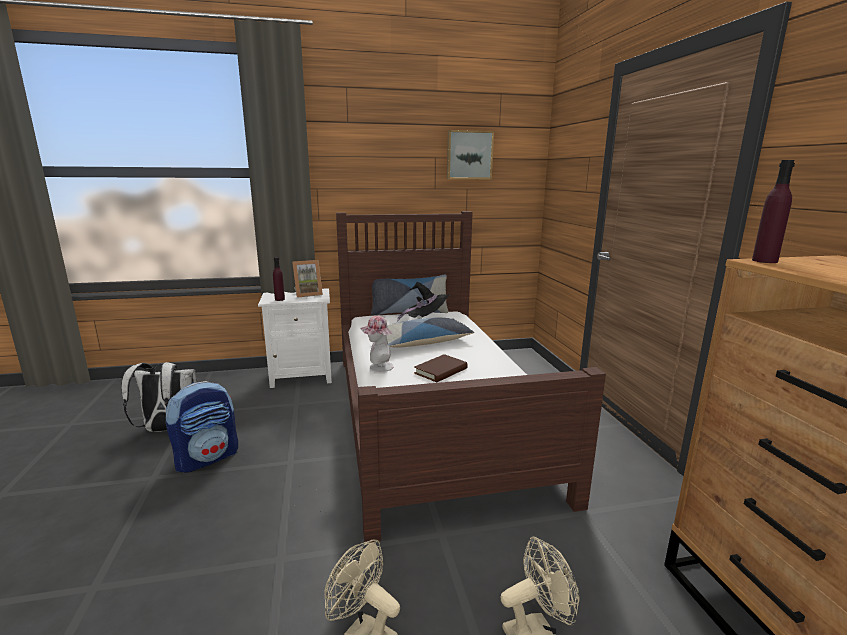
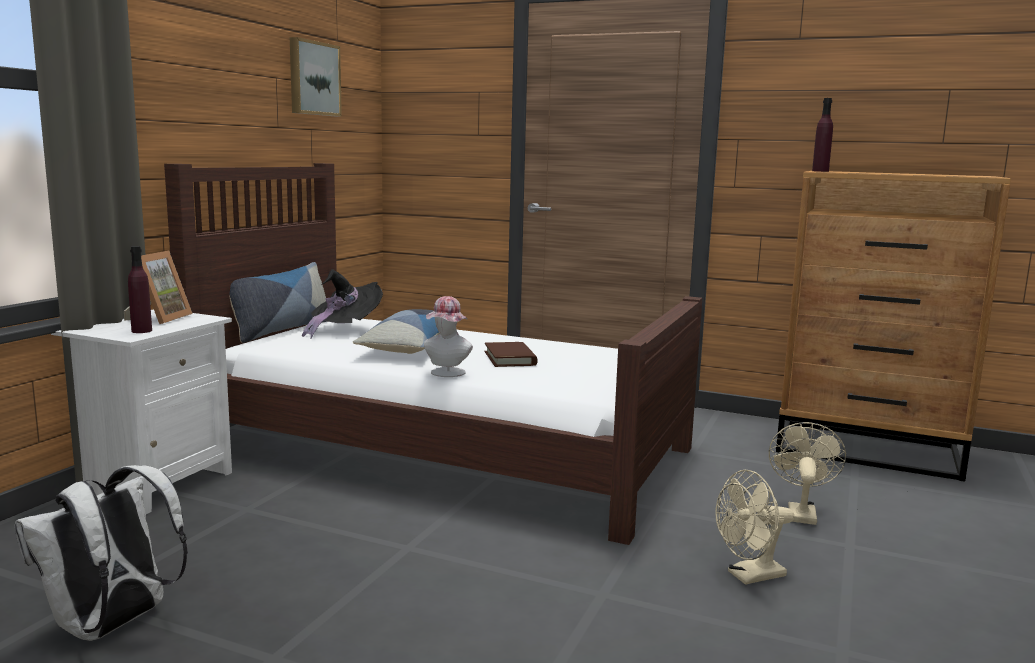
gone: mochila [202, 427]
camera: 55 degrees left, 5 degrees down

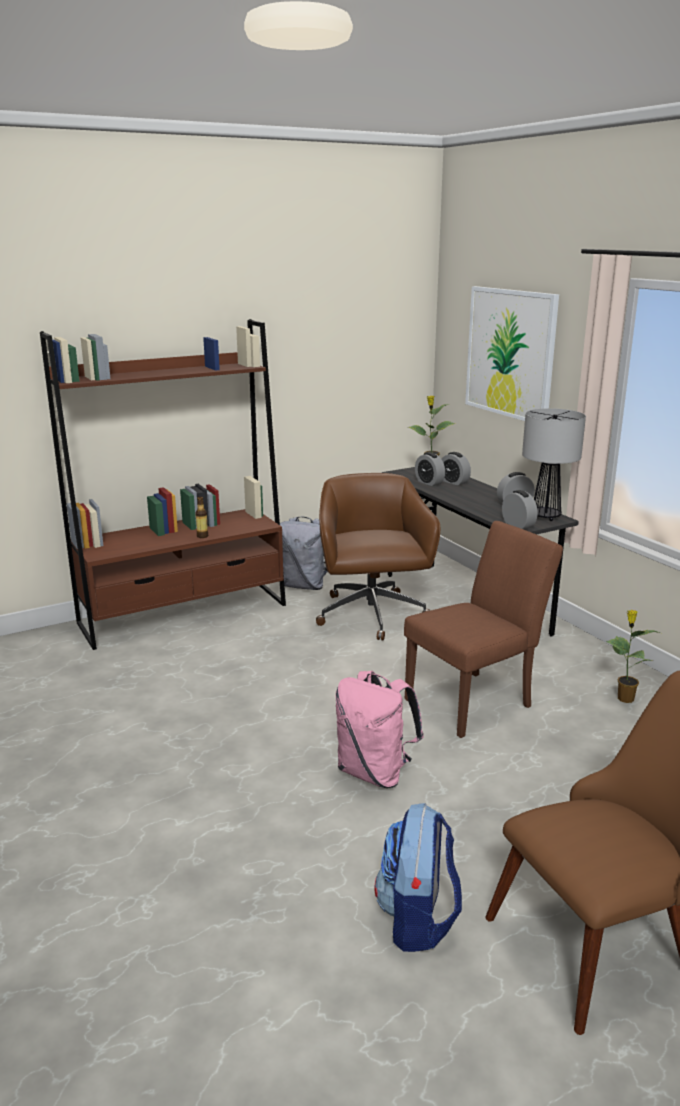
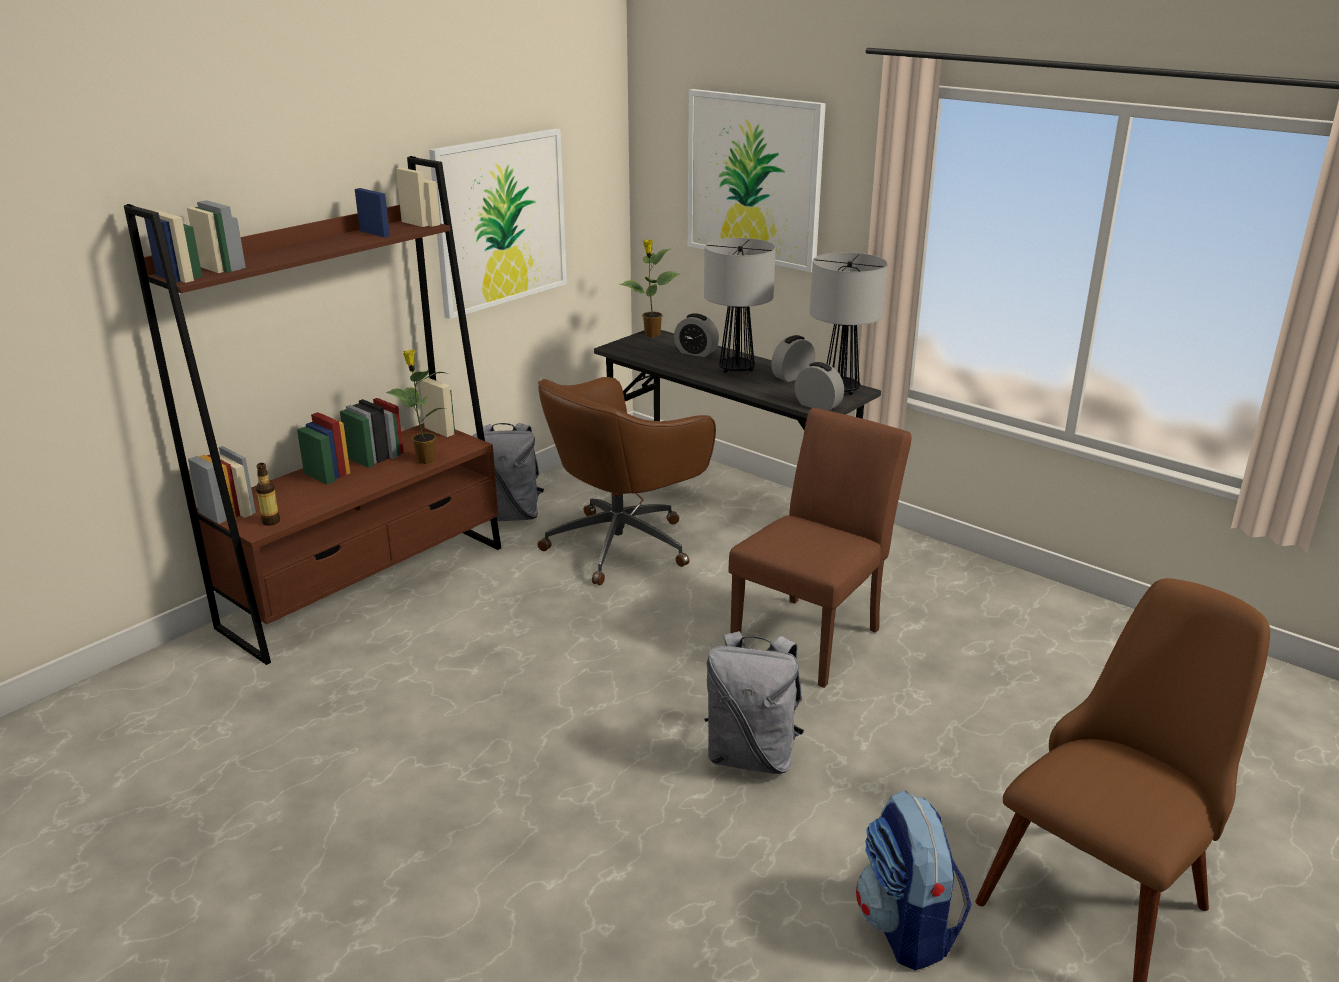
gone: despertador [430, 469]
new: cuadro [498, 224]; lámpara de mesa [740, 305]
shifted: botella [201, 517] to [268, 494]; planta en maceta [632, 656] to [417, 407]
repainted: mochila/rosa [380, 729] to mochila/gris [754, 702]
rotated: silla de oficina/marrón [378, 556] = [626, 481] 105 degrees counterclockwise
camera: 20 degrees left, 5 degrees up

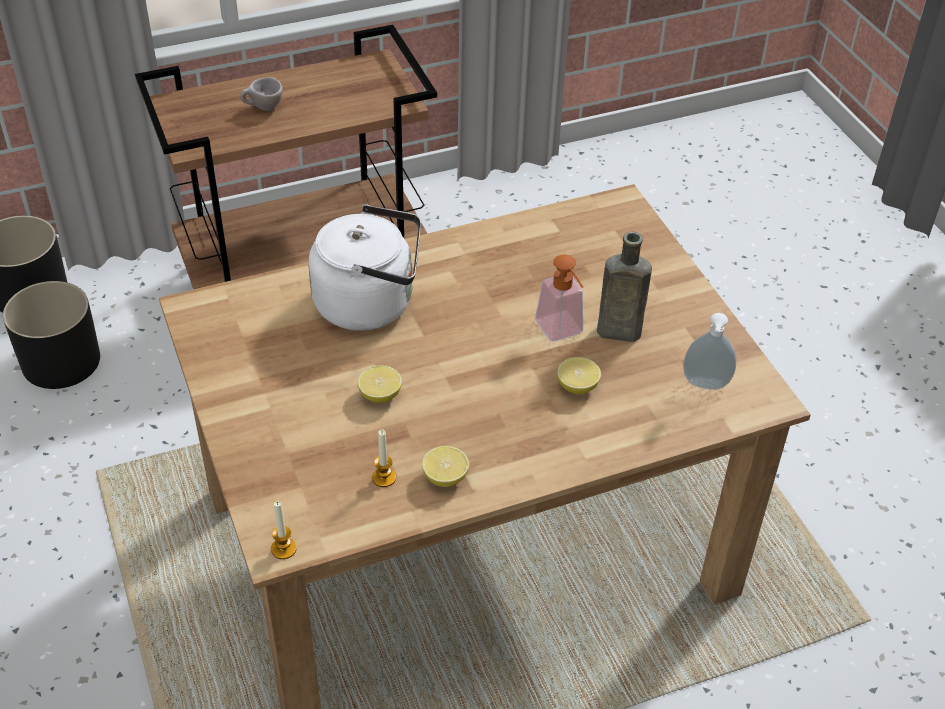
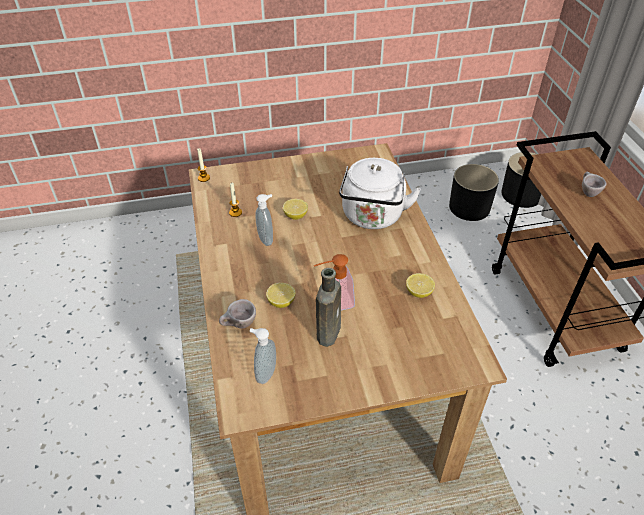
new: dispensador de jabón [264, 220]; taza/beis [237, 313]
shifted: limón [445, 466] to [420, 285]
camera: 100 degrees right, 0 degrees up

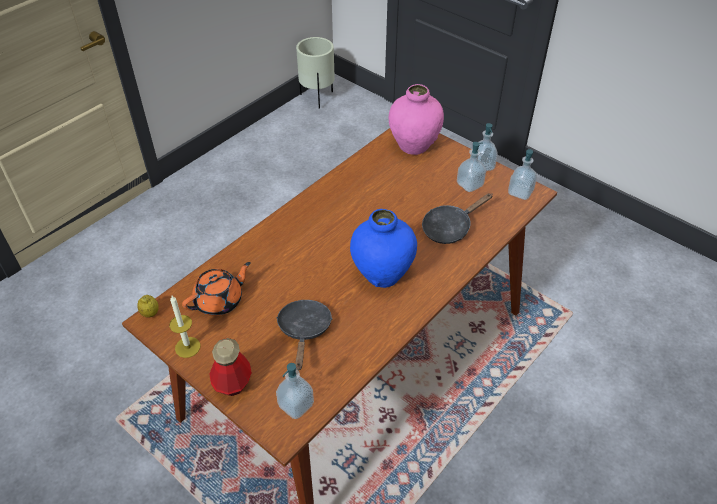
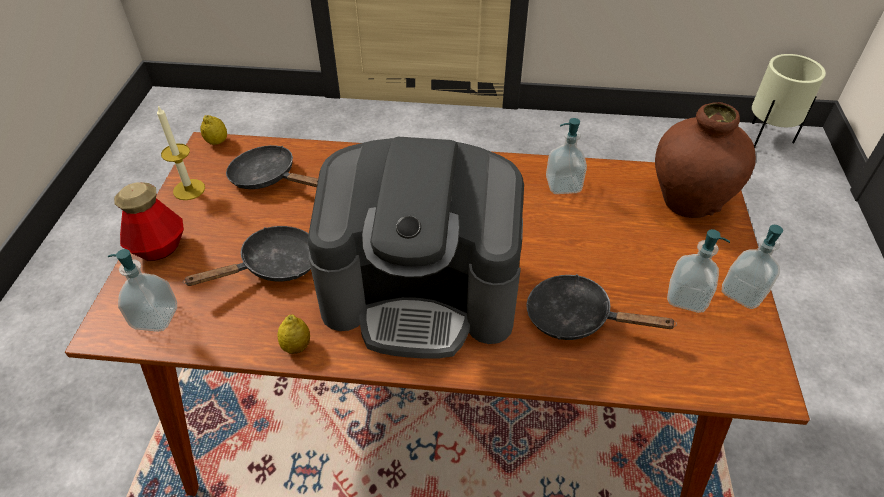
new: limón [293, 334]
shifted: dispensador de jabón [522, 174] to [566, 156]
swapped: florero/azul [383, 248] to cafetera [416, 248]; tetera/naranja [216, 289] to sartén/negro [272, 167]
repainted: florero/rosa [416, 119] to florero/marrón [705, 160]
camera: 55 degrees right, 0 degrees up

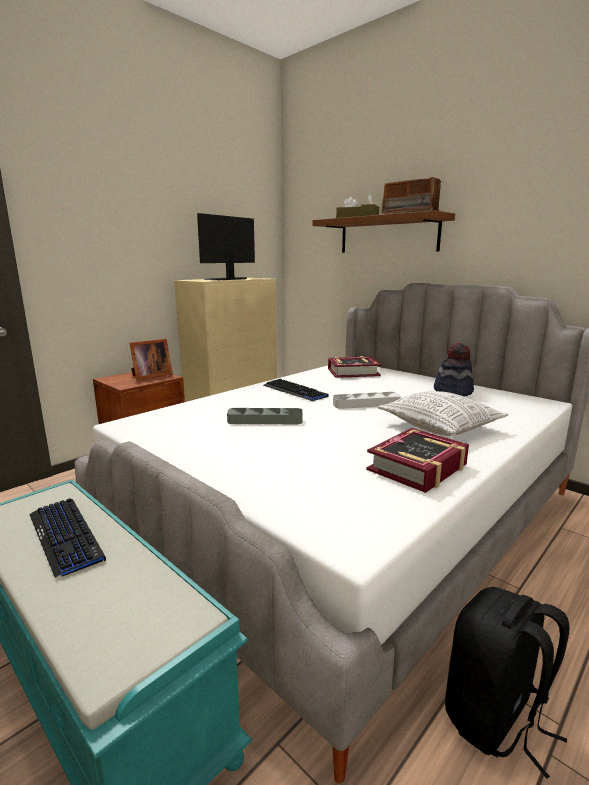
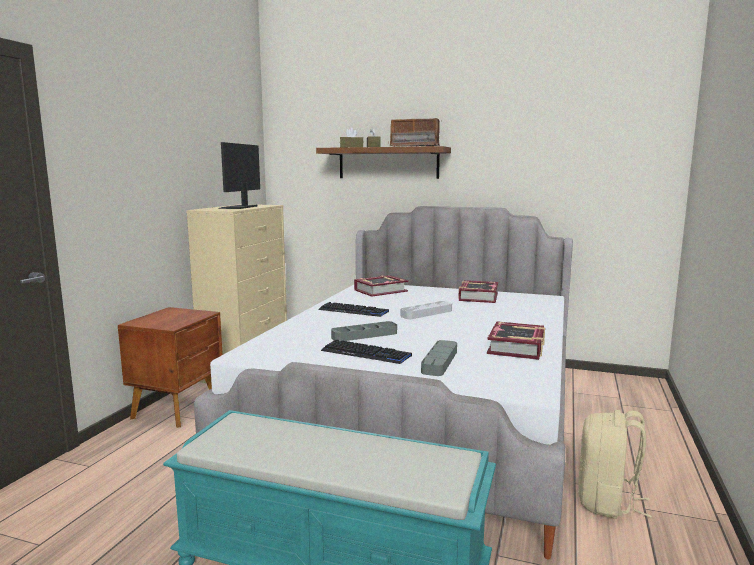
gone: portarretratos [151, 359]; cojín [443, 413]
new: bandeja/gris [439, 358]
shifted: teclado [67, 538] to [366, 351]
swapped: sombrero [454, 369] to libro [478, 291]
repainted: mochila/negro [507, 683] to mochila/beis [615, 464]
camera: 25 degrees left, 5 degrees down

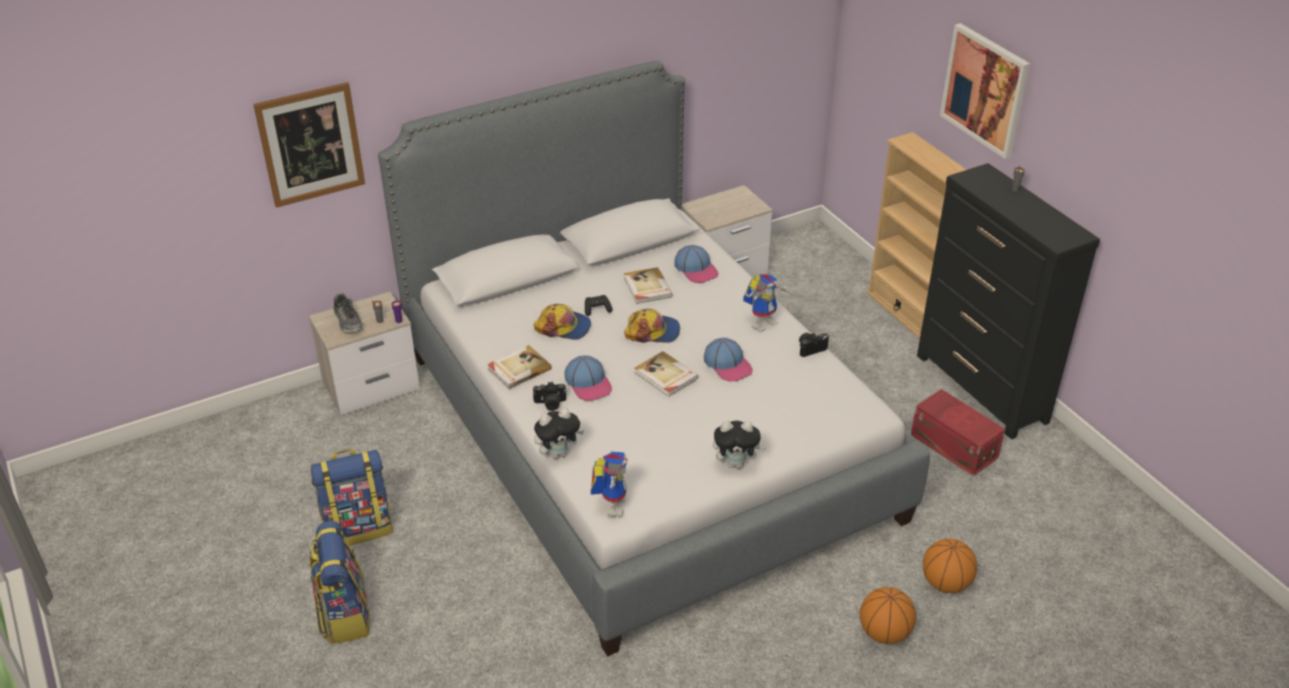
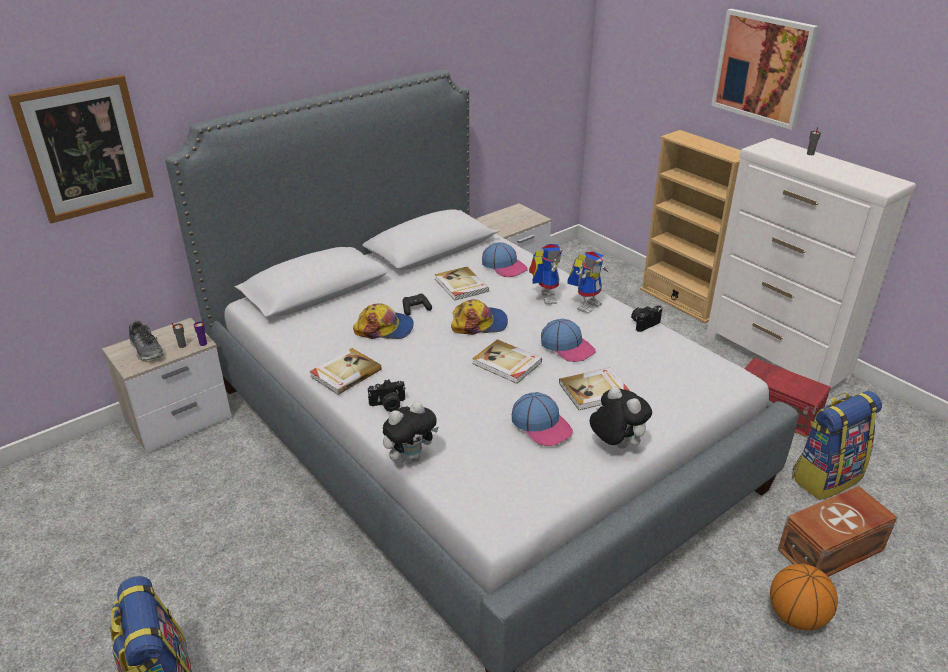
new: libro [594, 388]
shifted: gorra [588, 378] to [542, 419]; mochila [352, 497] to [837, 445]; robot de juguete [609, 484] to [546, 274]
swapped: balón de baloncesto [950, 566] to caja de almacenaje/marrón [838, 531]
repainted: cómoda/negro [1008, 301] to cómoda/blanco [811, 263]
rotated: peluche [739, 444] = [620, 418] 120 degrees counterclockwise
camera: 10 degrees left, 5 degrees down

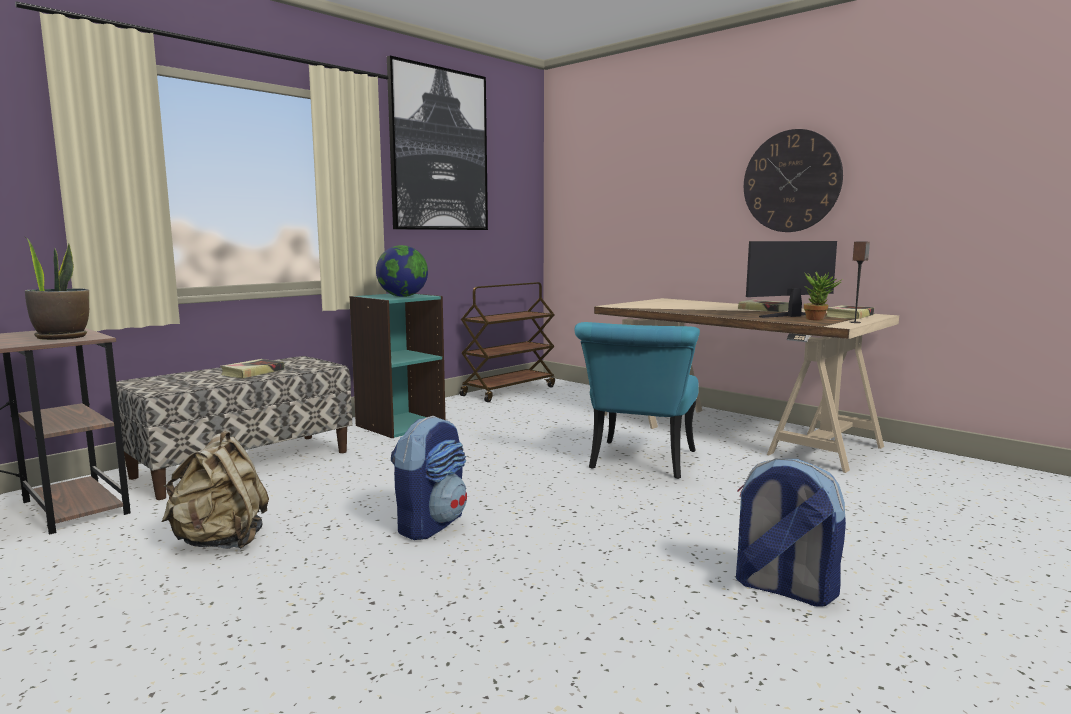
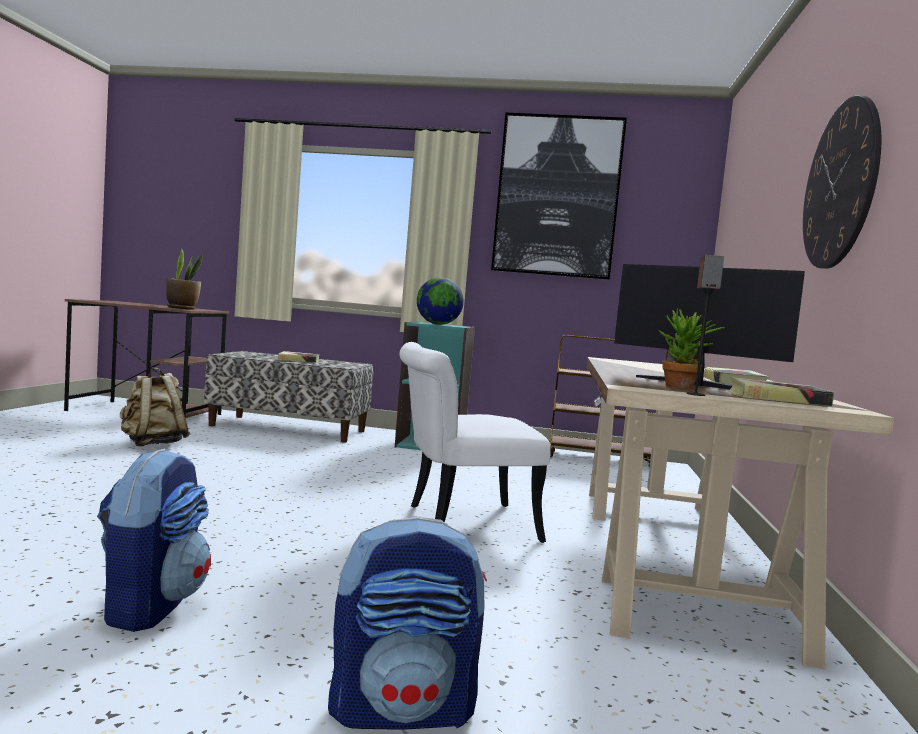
shifted: mochila [429, 478] to [407, 623]
repainted: silla/turquesa [637, 400] to silla/blanco [475, 442]
camera: 55 degrees right, 5 degrees down

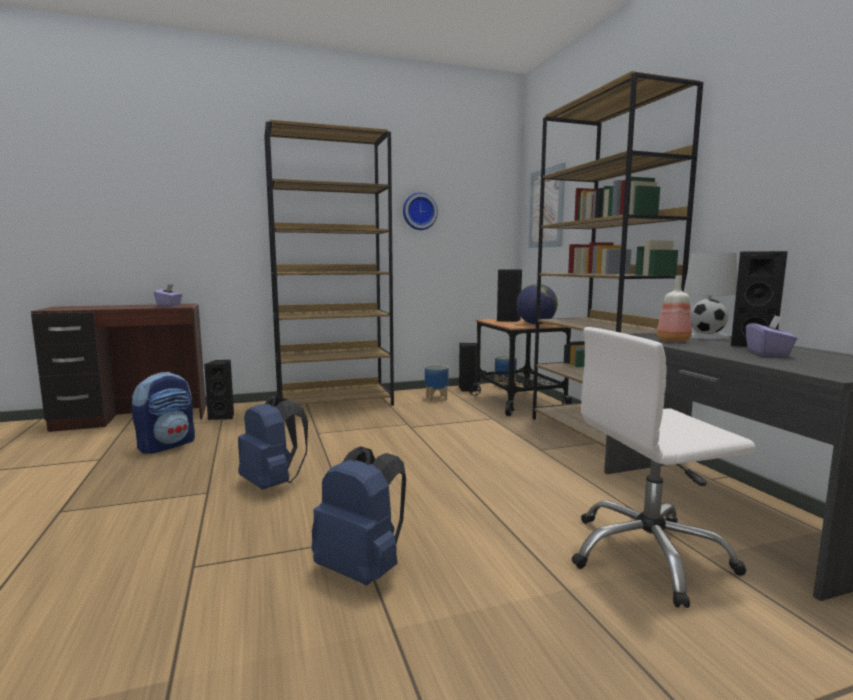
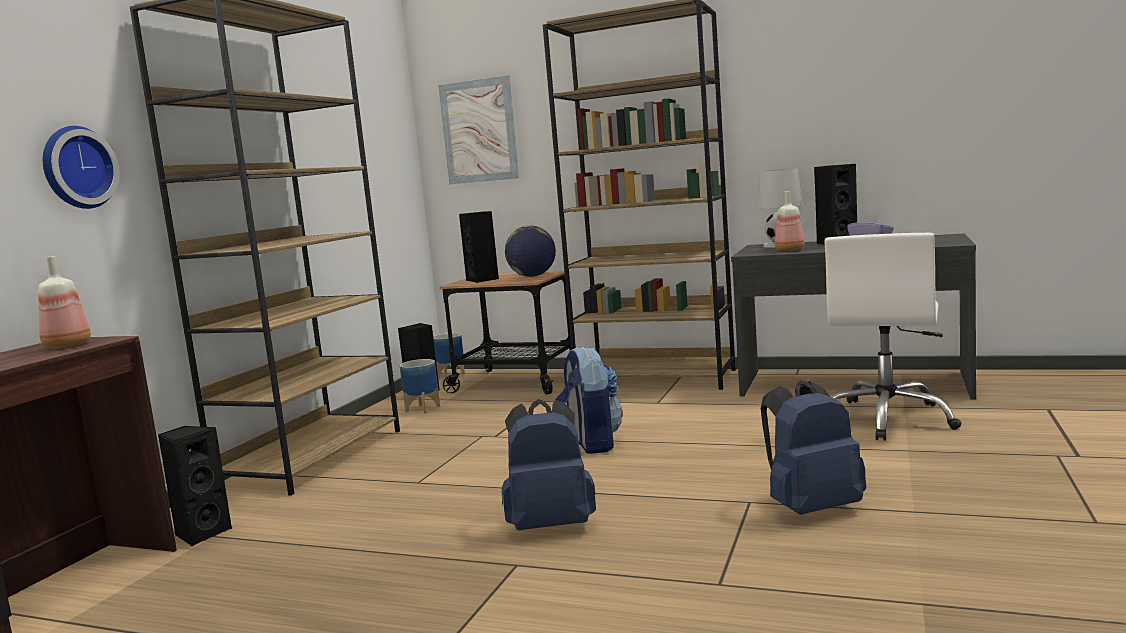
shifted: reloj de pared [420, 211] to [81, 167]; mochila [163, 413] to [589, 400]
swapped: caja de pañuelos/morado [168, 295] to botella [64, 302]
camera: 50 degrees left, 0 degrees up

